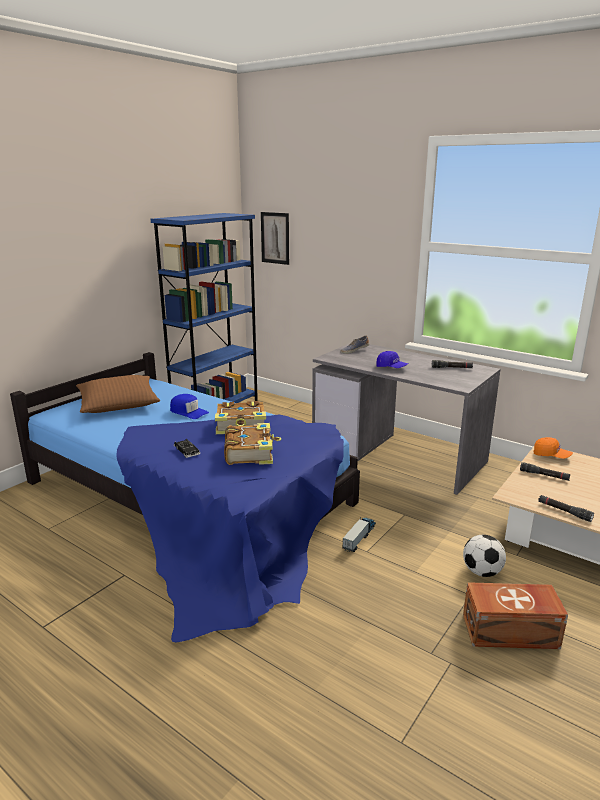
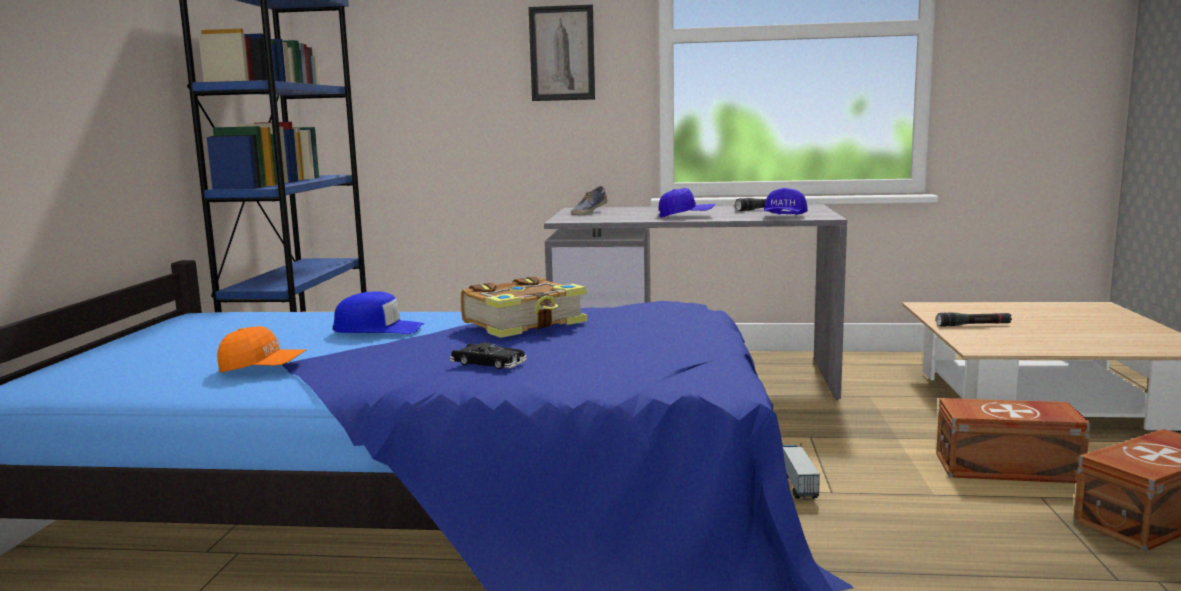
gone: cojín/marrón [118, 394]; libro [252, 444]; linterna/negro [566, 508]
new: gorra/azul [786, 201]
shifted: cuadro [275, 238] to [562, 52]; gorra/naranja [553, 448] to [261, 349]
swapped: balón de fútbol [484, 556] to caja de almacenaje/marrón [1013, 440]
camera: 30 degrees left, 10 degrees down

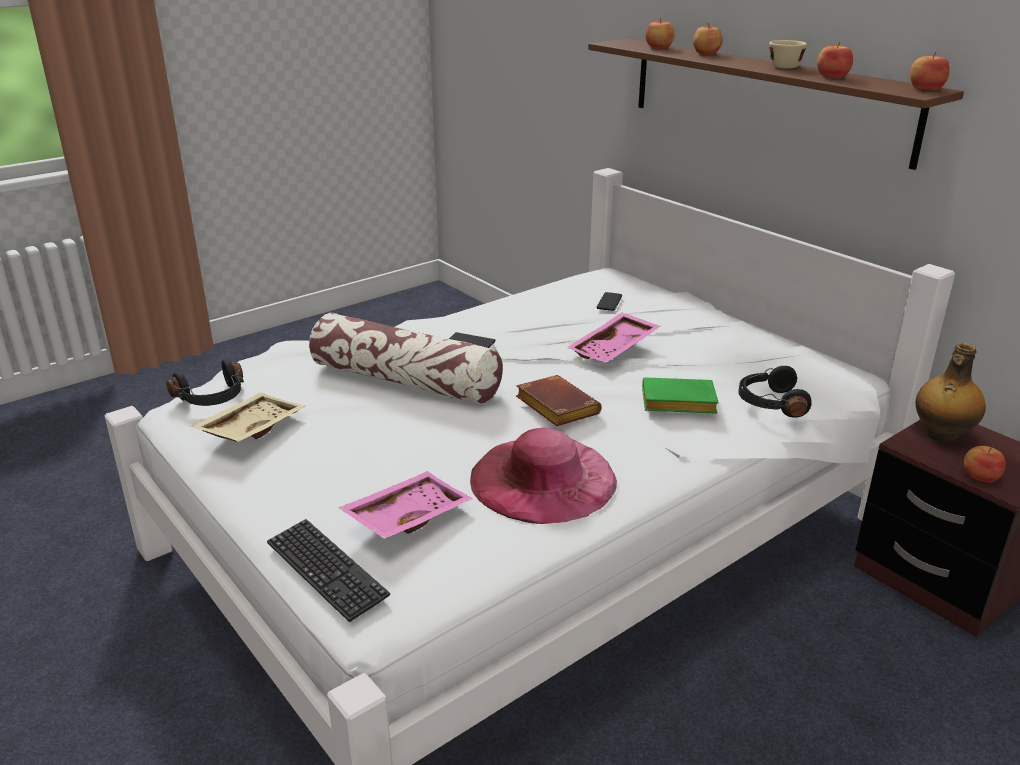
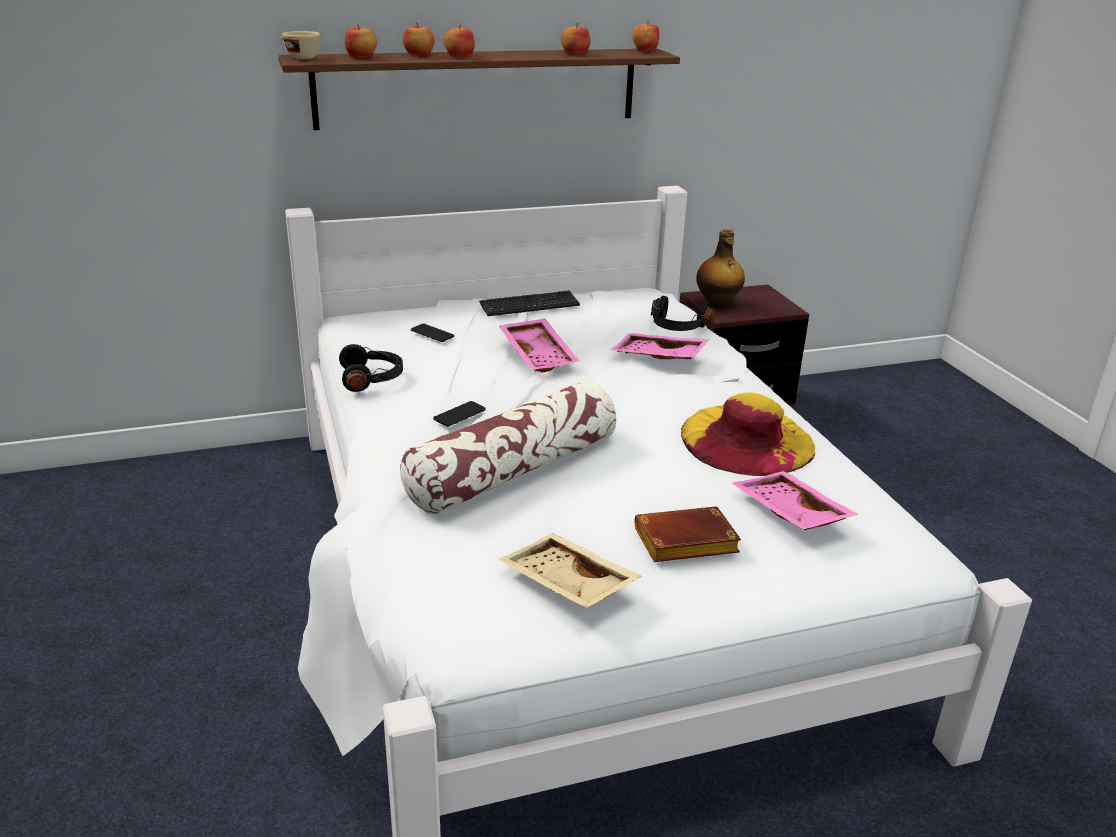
shifted: taza/beis [788, 54] to [300, 45]; auriculares/negro [205, 382] to [371, 368]; libro/marrón [559, 400] to [688, 534]; manzana [985, 464] to [459, 40]; teclado [328, 570] to [529, 303]
swapped: libro/verde [680, 395] to bandeja/rosa [660, 346]
repainted: sombrero/rosa [543, 476] to sombrero/amarillo [748, 434]
camera: 70 degrees left, 0 degrees up

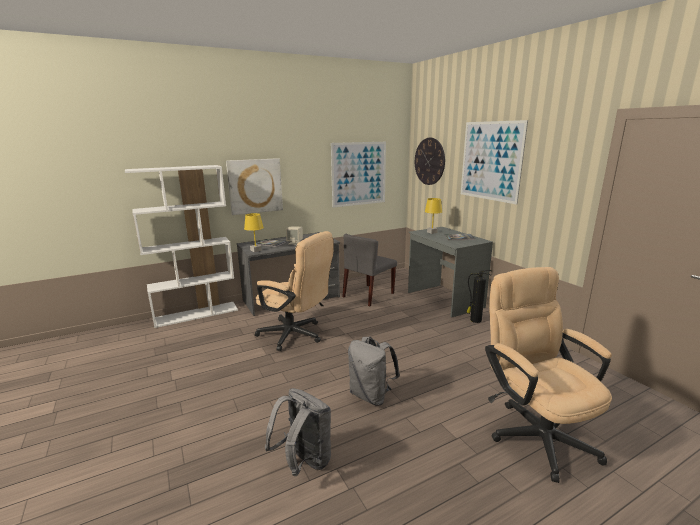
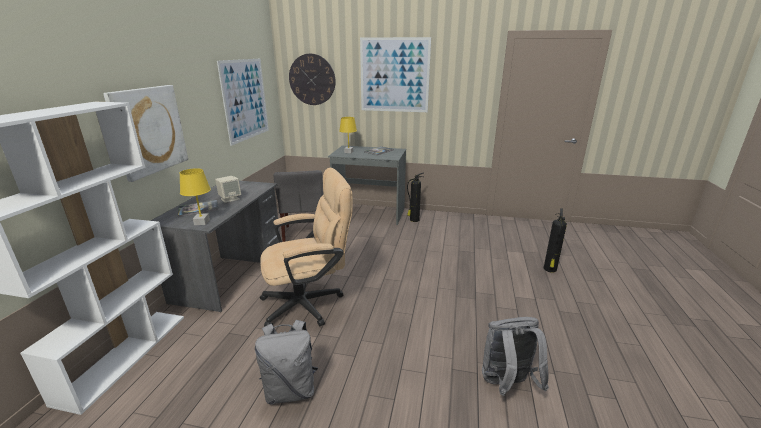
shifted: mochila/gris [374, 371] to [286, 362]
swapped: silla de oficina/beis [548, 375] to extintor [555, 240]
camera: 50 degrees left, 5 degrees up

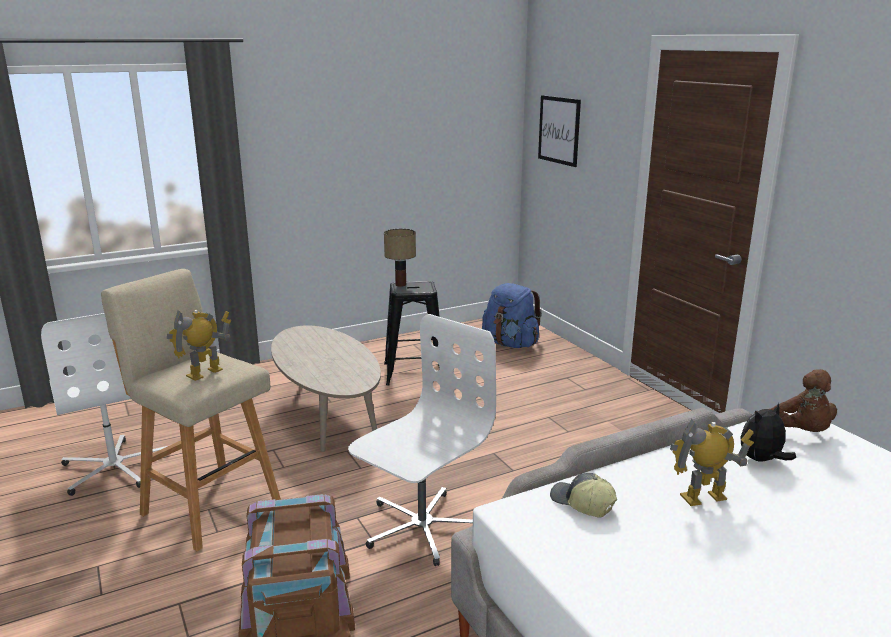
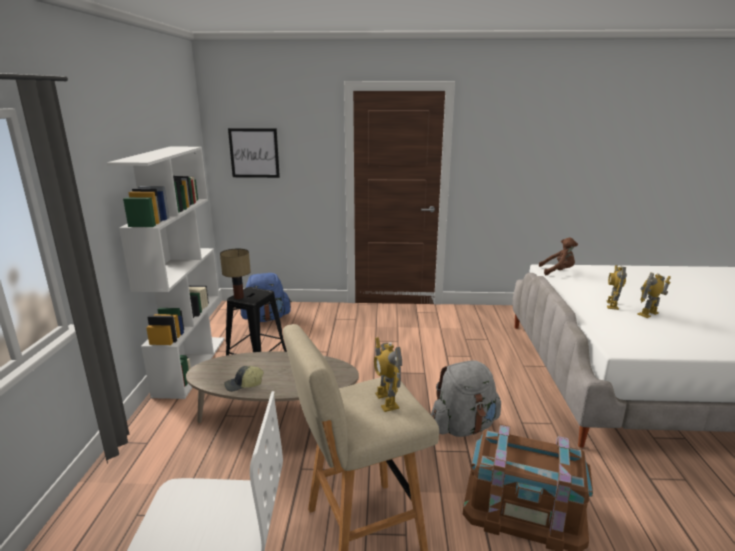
gone: peluche [768, 432]
new: estantería/blanco [165, 273]; robot de juguete [654, 295]
shifted: gorra [583, 495] to [244, 379]
swapped: silla de oficina/blanco [422, 440] to mochila/gris [466, 398]
camera: 60 degrees left, 0 degrees up

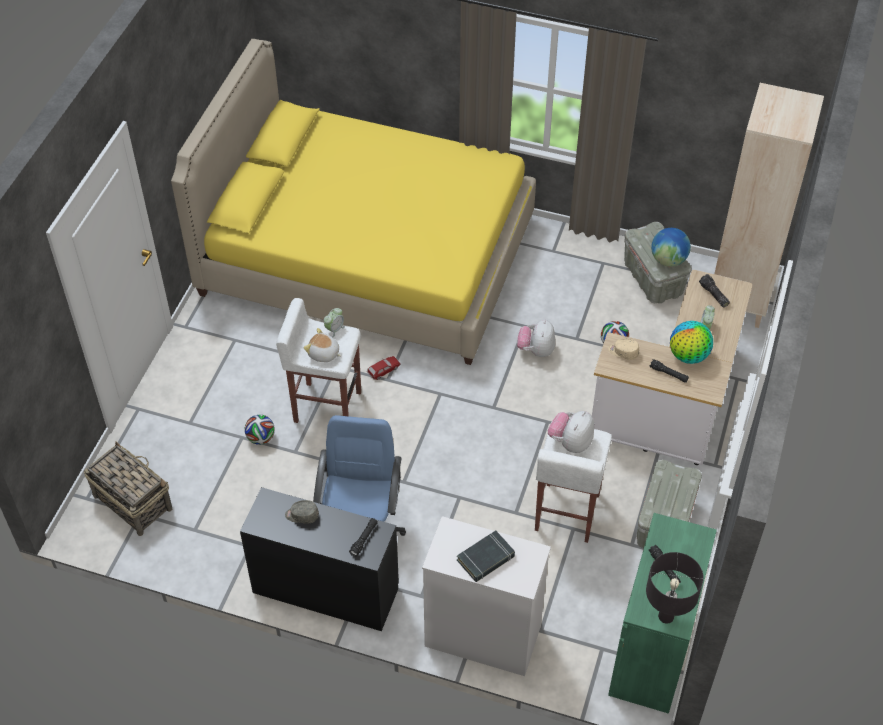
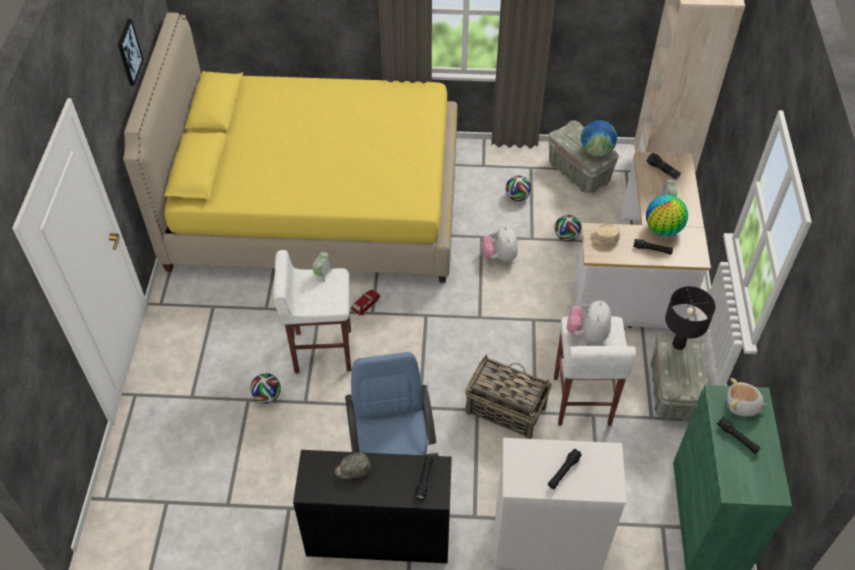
new: cuadro [131, 52]; balón de fútbol [518, 188]
shifted: peluche [322, 345] to [747, 397]; cesta [128, 488] to [508, 396]; lámpara de mesa/negro [675, 588] to [690, 318]
swapped: libro/negro [486, 556] to linterna/negro [565, 469]
camera: 15 degrees left, 0 degrees up

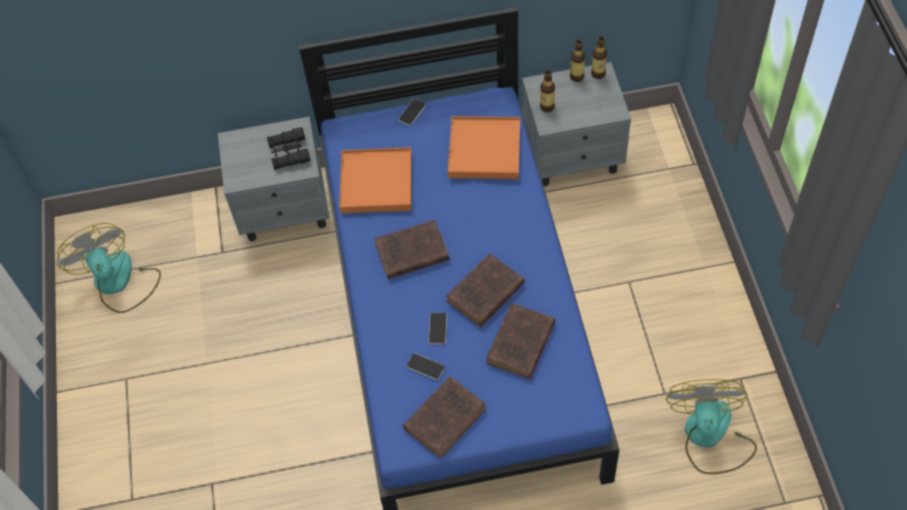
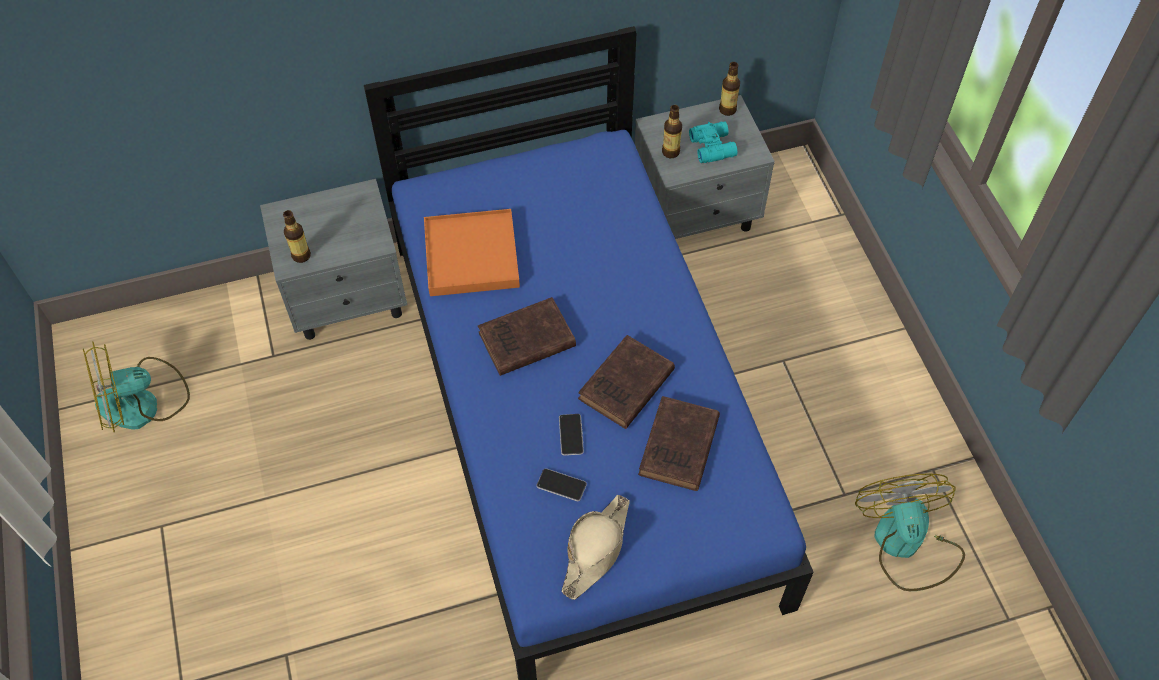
gone: móvil [412, 112]; bandeja/naranja [484, 147]; prismáticos/negro [289, 148]
new: prismáticos/turquesa [713, 142]
shifted: botella [577, 61] to [297, 236]
swapped: libro/marrón [445, 418] to sombrero/beis [596, 547]
rotated: ventilador [109, 268] = [136, 386] 75 degrees counterclockwise
camera: 10 degrees left, 0 degrees up

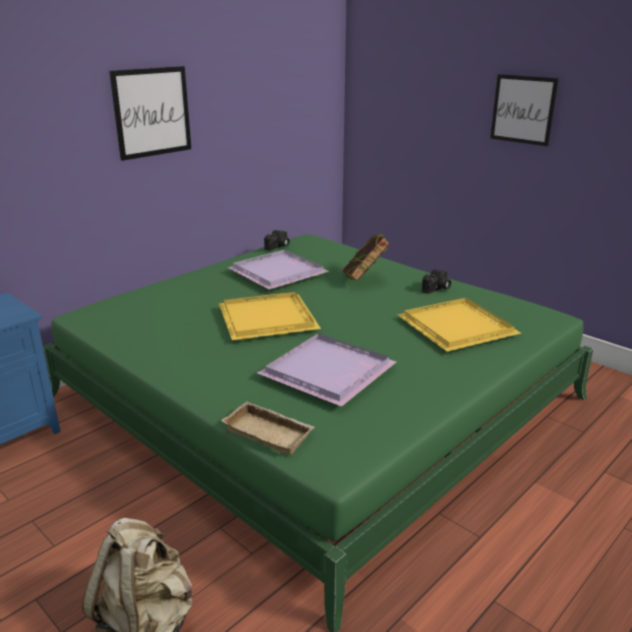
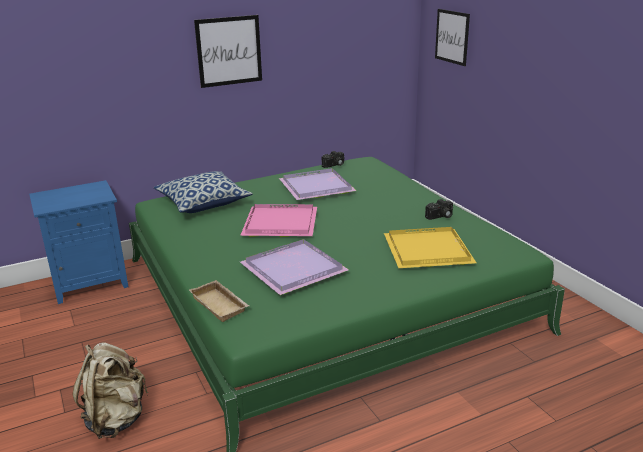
gone: libro [366, 257]
new: cojín [203, 192]
shifted: cuadro [524, 110] to [452, 37]
repainted: bandeja/amarillo [270, 316] to bandeja/rosa [278, 220]
camera: 20 degrees right, 0 degrees up

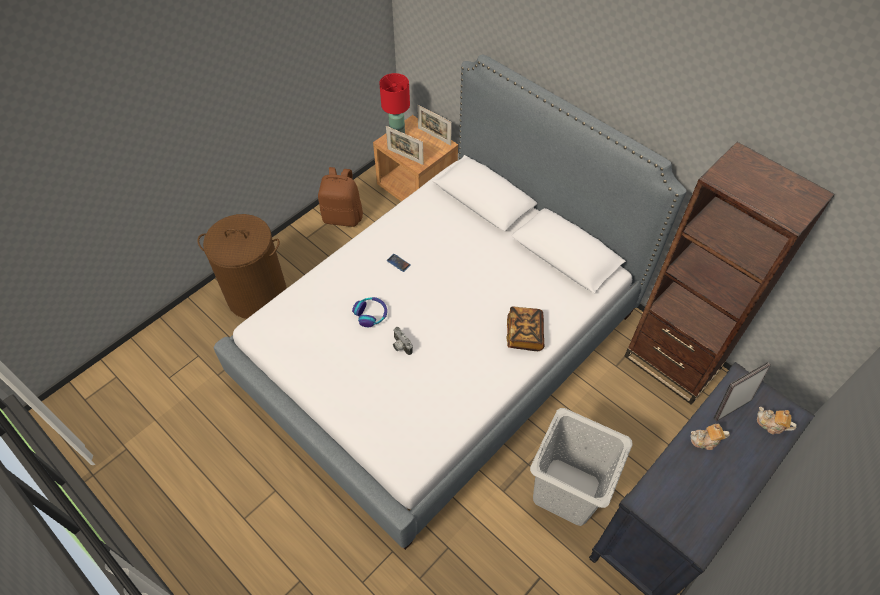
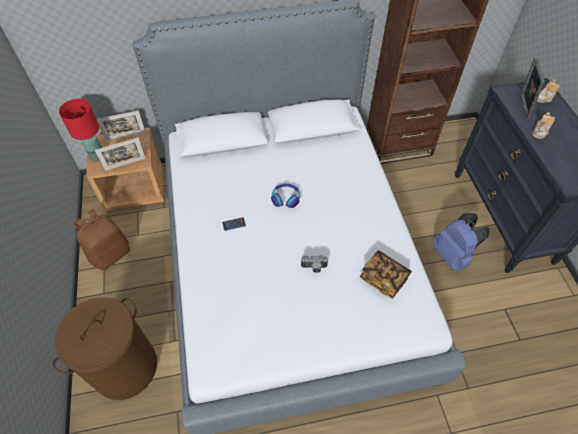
shifted: auriculares [369, 312] to [285, 196]; libro [525, 329] to [386, 274]
swapped: cesto de la ropa/gris [581, 467] to mochila/azul [461, 242]
camera: 55 degrees left, 0 degrees up

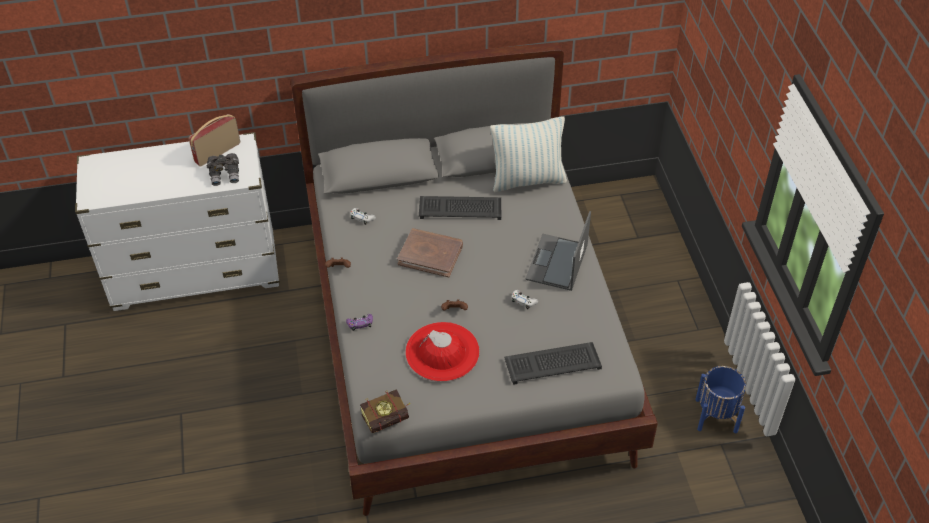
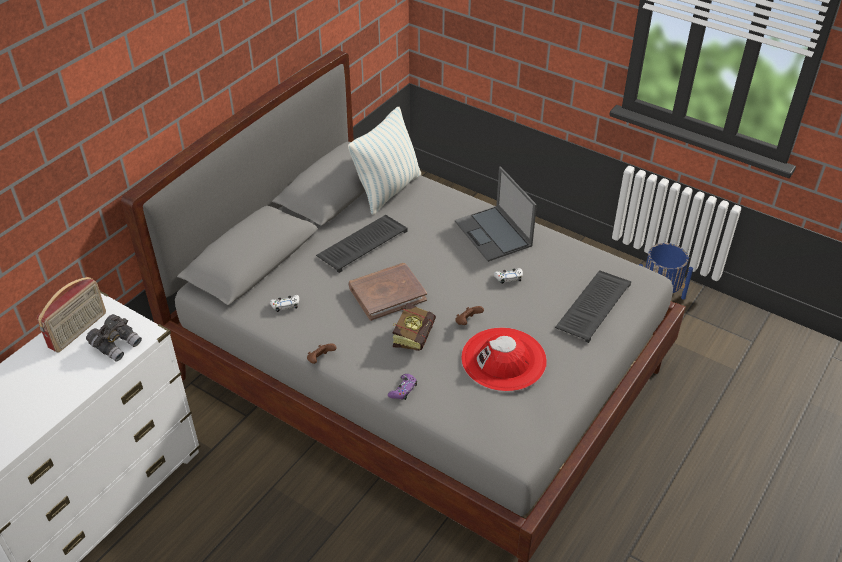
shifted: libro [385, 411] to [414, 327]
rotated: radio [214, 140] = [71, 315] 150 degrees counterclockwise
camera: 45 degrees left, 5 degrees down

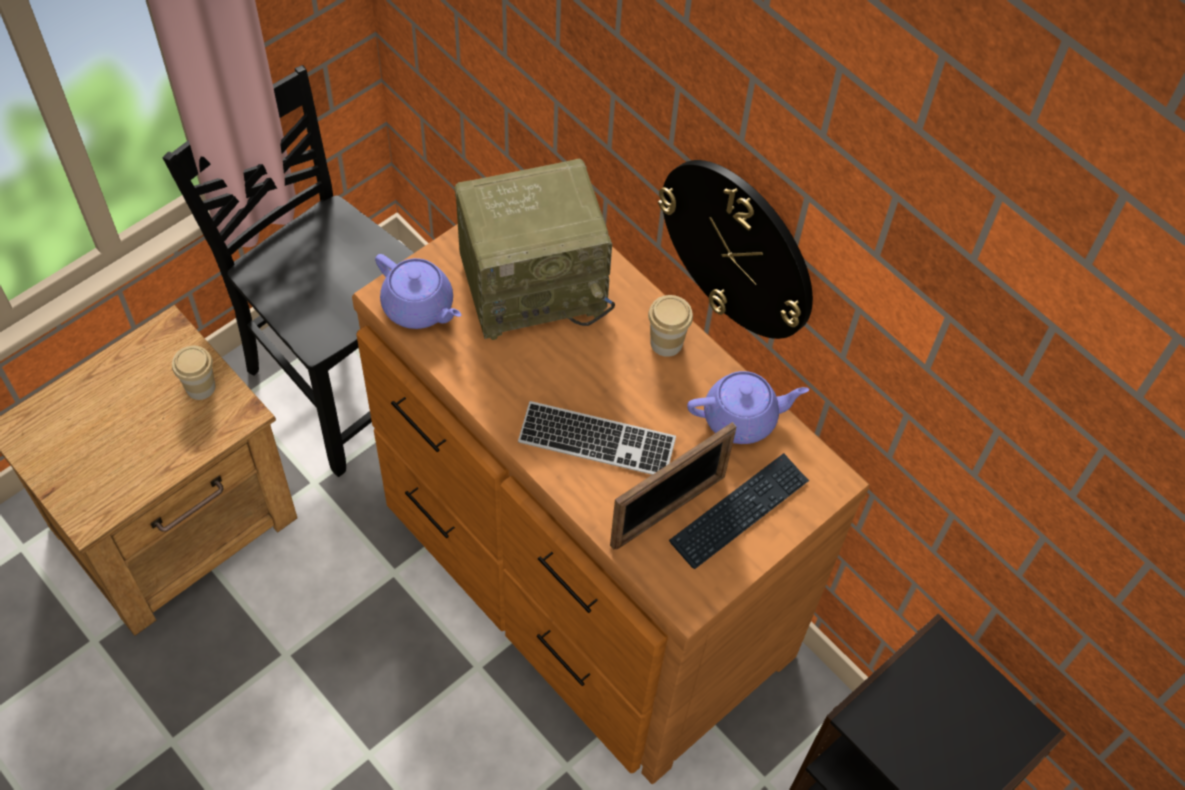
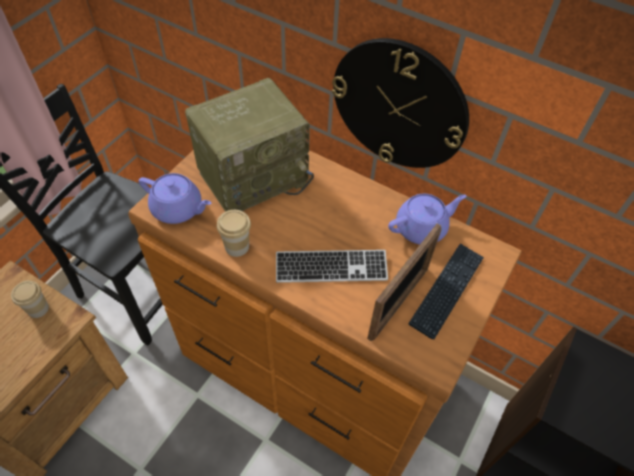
shifted: taza [670, 326] to [234, 233]
camera: 15 degrees left, 5 degrees down

